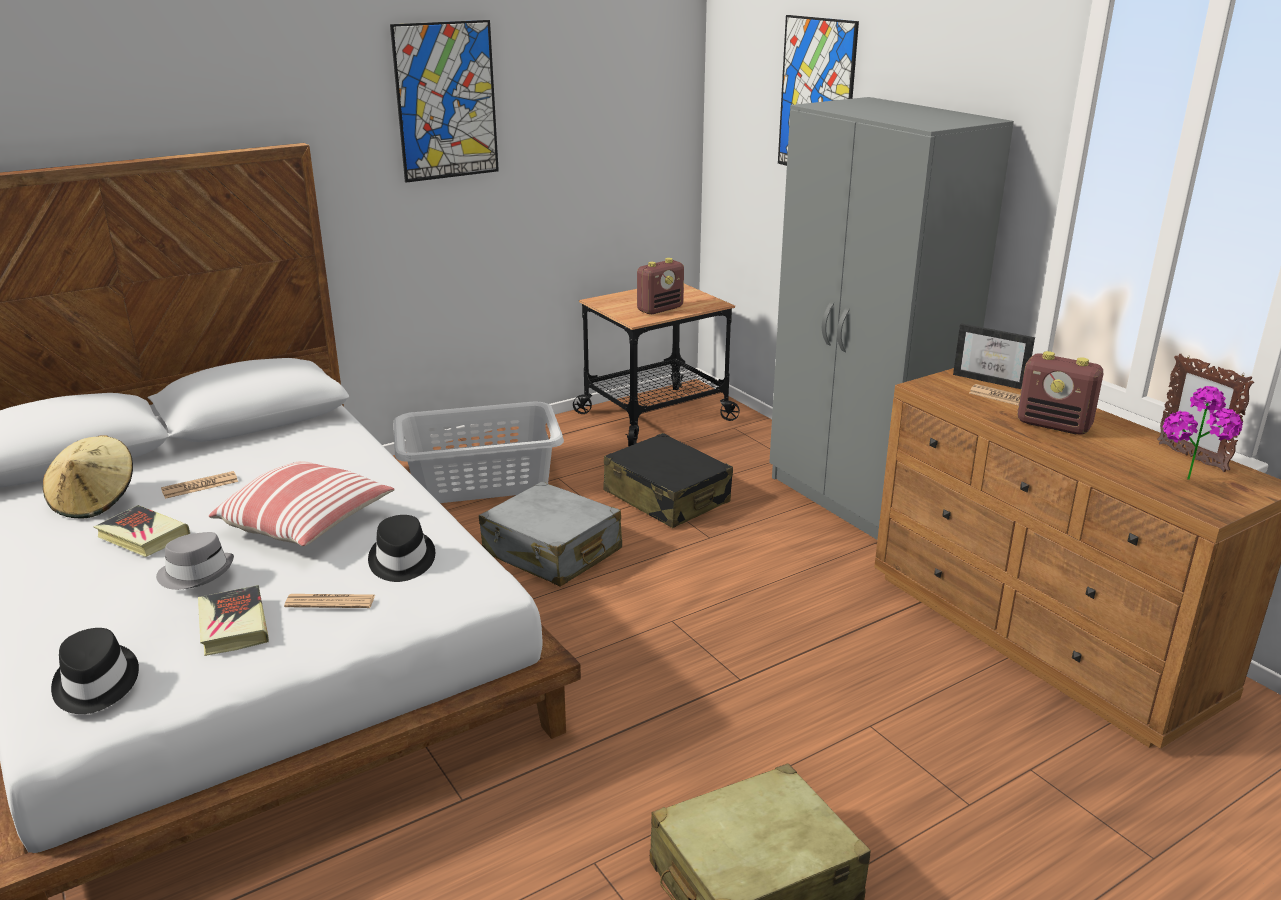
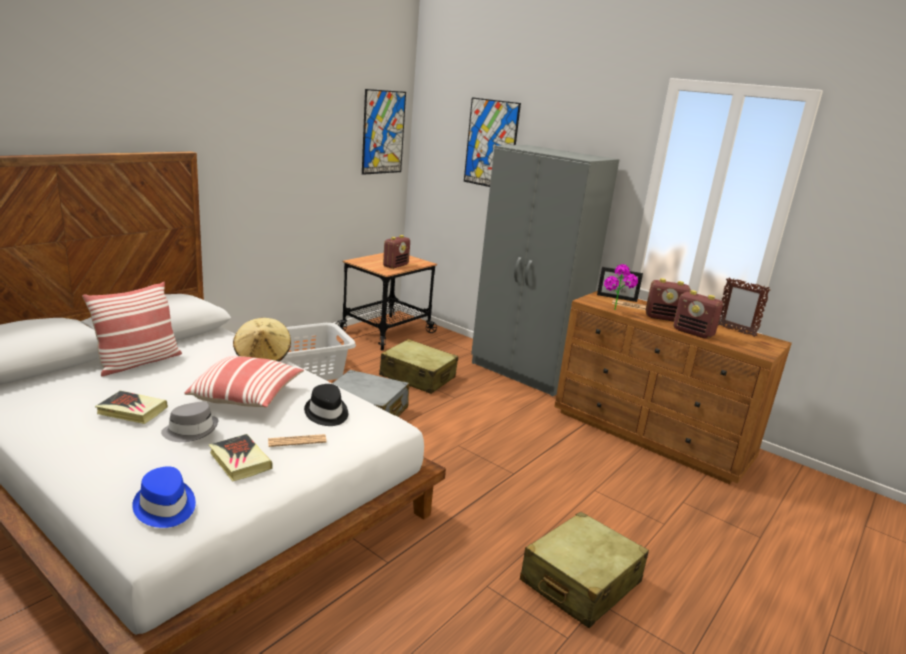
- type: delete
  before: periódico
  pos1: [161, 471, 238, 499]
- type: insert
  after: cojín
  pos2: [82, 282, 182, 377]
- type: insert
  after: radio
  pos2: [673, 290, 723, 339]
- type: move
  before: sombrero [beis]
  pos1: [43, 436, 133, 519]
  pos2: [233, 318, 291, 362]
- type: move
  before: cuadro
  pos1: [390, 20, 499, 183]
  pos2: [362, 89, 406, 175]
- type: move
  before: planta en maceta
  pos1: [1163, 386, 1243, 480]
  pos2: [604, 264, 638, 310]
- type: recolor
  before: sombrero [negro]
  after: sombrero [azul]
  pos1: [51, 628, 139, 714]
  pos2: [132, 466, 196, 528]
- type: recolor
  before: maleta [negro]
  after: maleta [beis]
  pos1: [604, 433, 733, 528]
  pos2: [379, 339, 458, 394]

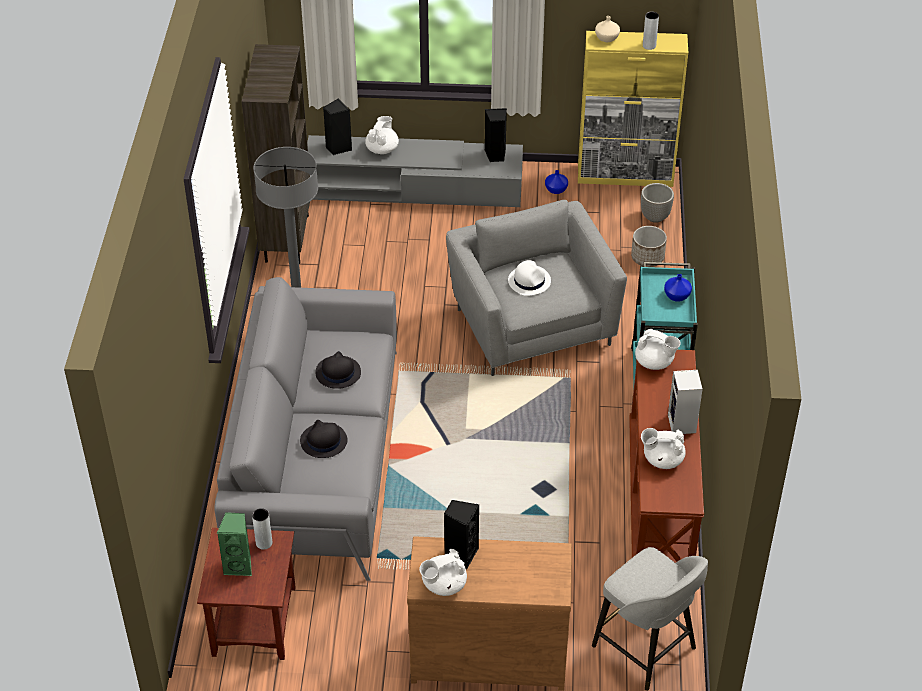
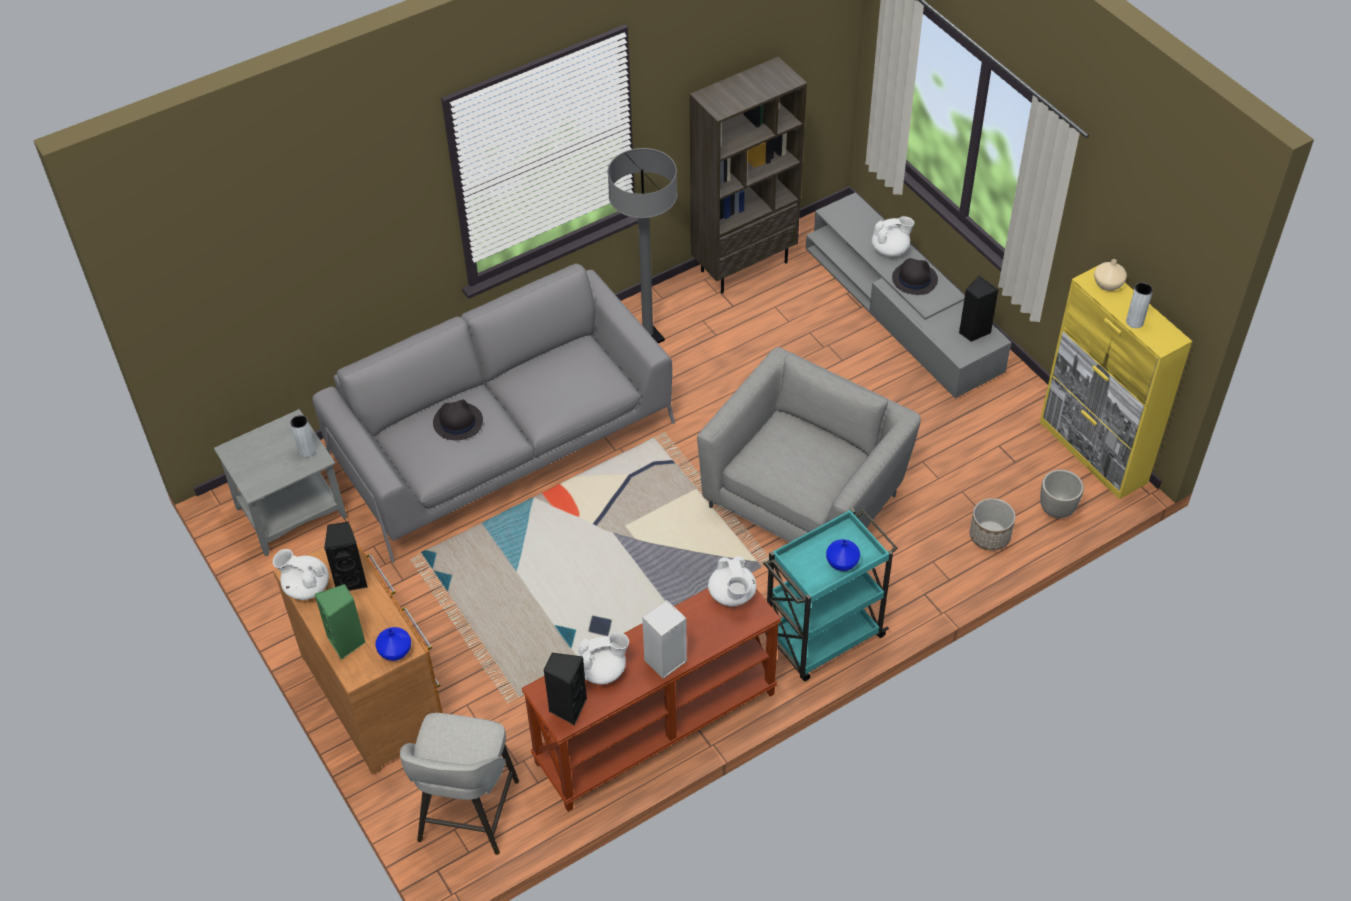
- type: delete
  before: sombrero [blanco]
  pos1: [508, 260, 551, 296]
- type: move
  before: altavoz [verde]
  pos1: [217, 512, 252, 576]
  pos2: [315, 584, 366, 660]
- type: move
  before: sombrero [negro]
  pos1: [316, 351, 361, 389]
  pos2: [892, 258, 938, 295]
- type: move
  before: altavoz [negro]
  pos1: [323, 98, 352, 155]
  pos2: [544, 652, 587, 725]
- type: move
  before: florero [azul]
  pos1: [545, 170, 568, 194]
  pos2: [375, 627, 411, 661]
- type: recolor
  before: mesa auxiliar [marrón]
  after: mesa auxiliar [gris]
  pos1: [197, 528, 296, 660]
  pos2: [214, 409, 347, 556]
- type: rotate
  before: tetera [blanco]
  pos1: [641, 428, 686, 469]
  pos2: [578, 632, 629, 684]
  turn: 105

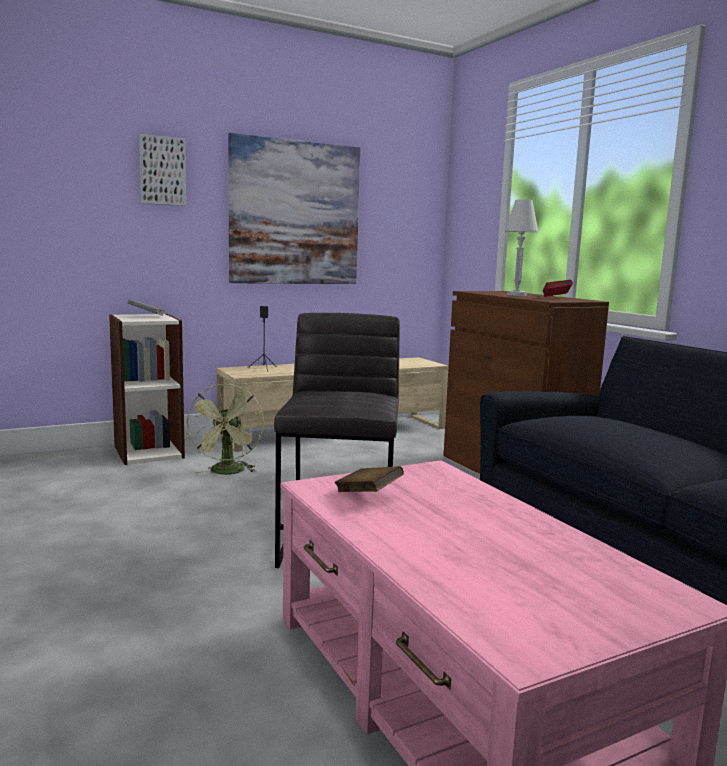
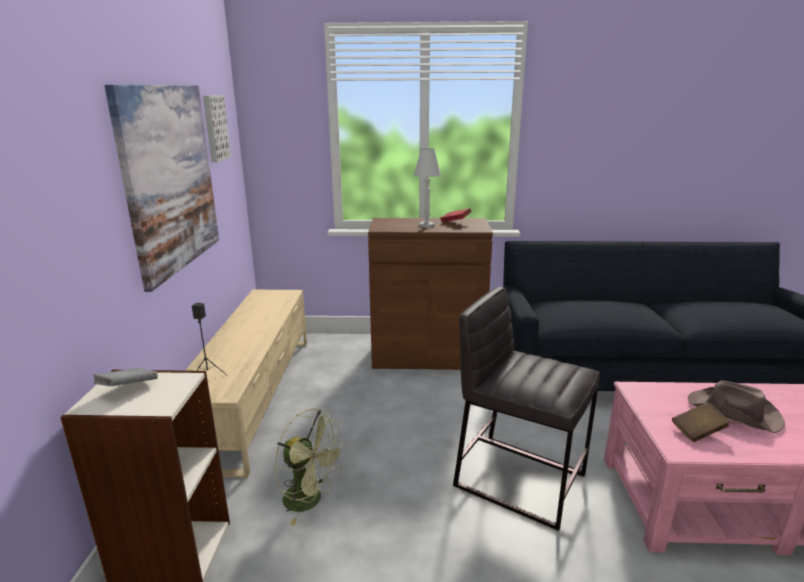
- type: insert
  after: sombrero [marrón]
  pos2: [688, 381, 785, 434]
- type: move
  before: cuadro
  pos1: [139, 134, 186, 206]
  pos2: [203, 95, 231, 162]

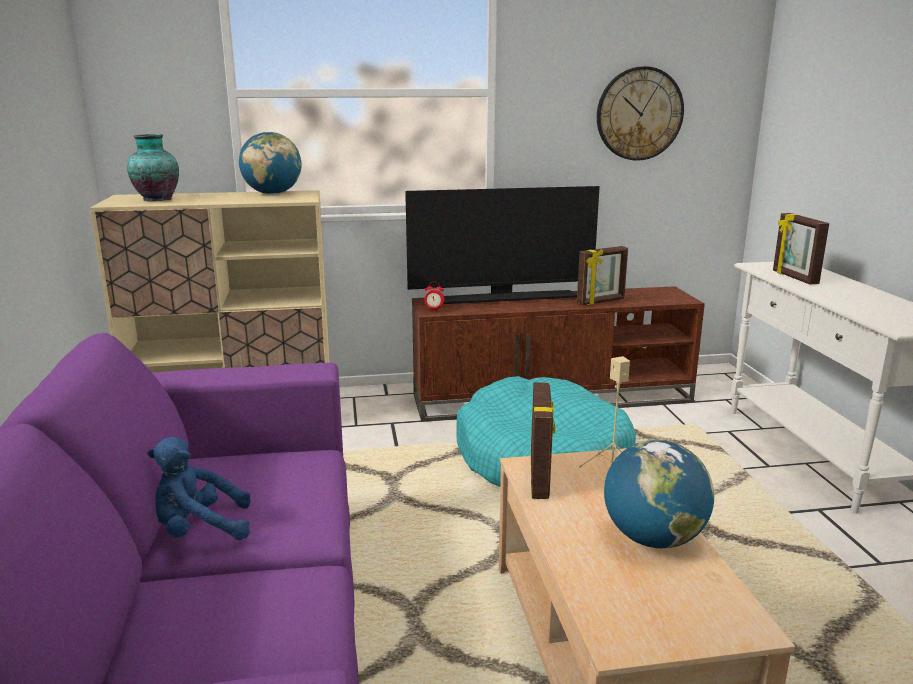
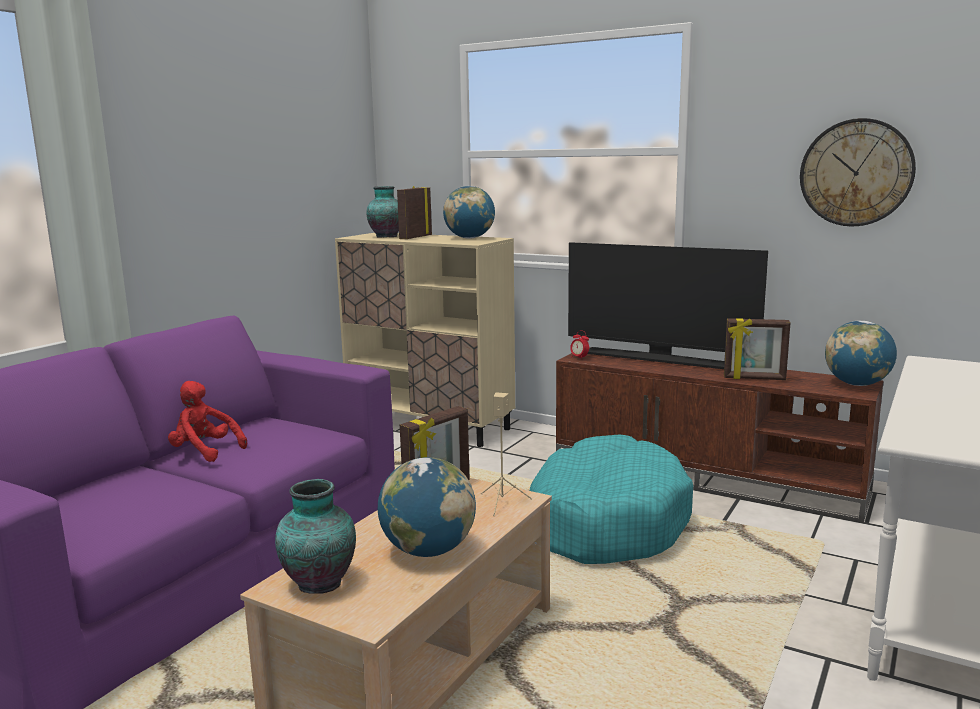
- type: insert
  after: florero
  pos2: [275, 479, 356, 594]
- type: insert
  after: globo terráqueo
  pos2: [825, 321, 897, 386]
- type: move
  before: portarretratos
  pos1: [773, 213, 829, 284]
  pos2: [397, 186, 432, 239]
- type: recolor
  before: peluche [azul]
  after: peluche [rojo]
  pos1: [147, 437, 251, 540]
  pos2: [168, 381, 247, 462]

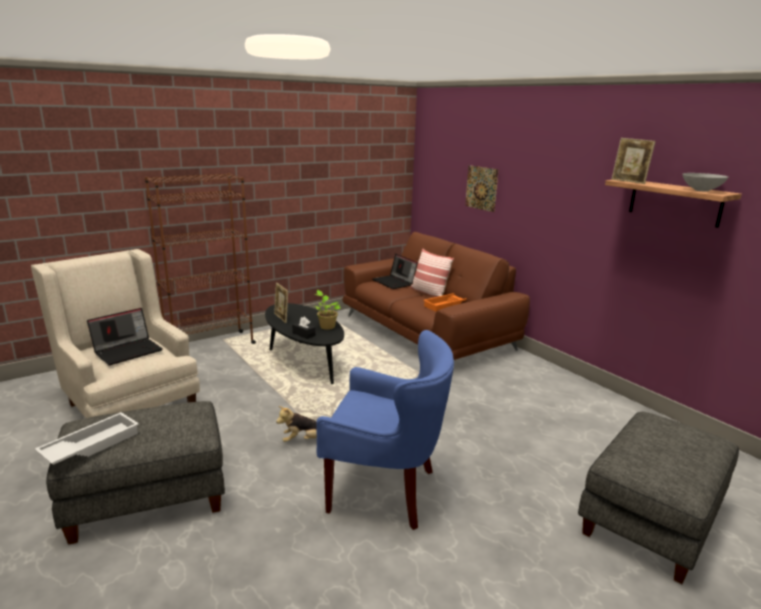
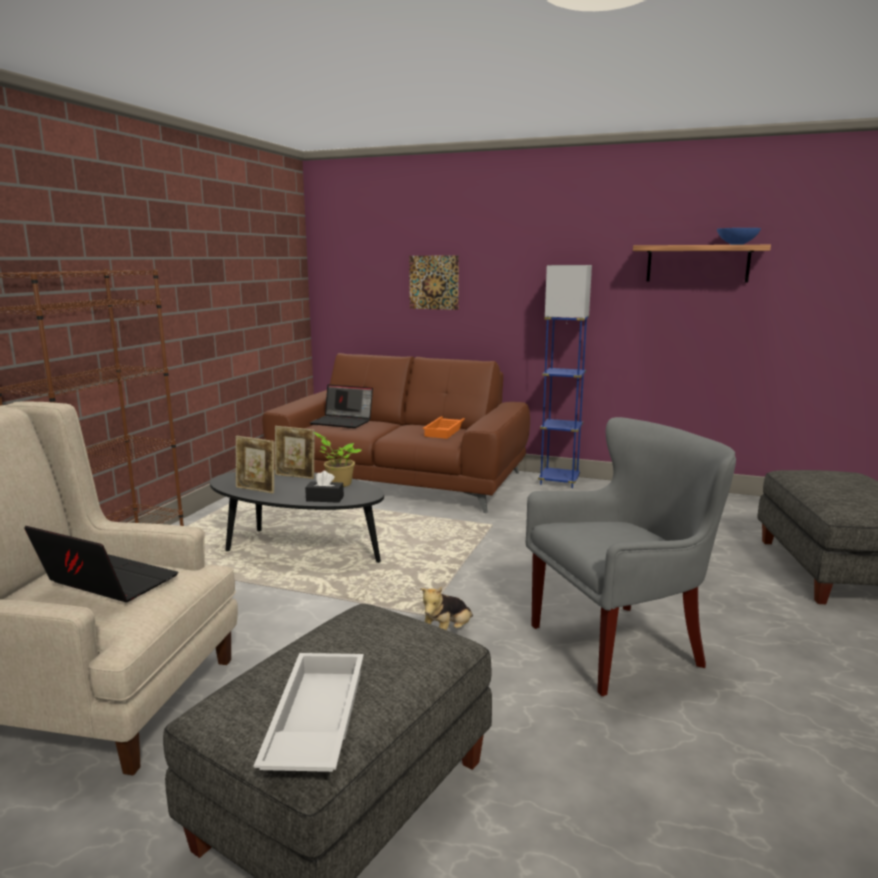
- type: delete
  before: cojín
  pos1: [410, 249, 454, 297]
- type: insert
  after: lámpara de pie [azul]
  pos2: [538, 265, 592, 488]
- type: move
  before: portarretratos
  pos1: [611, 138, 656, 184]
  pos2: [275, 426, 315, 479]
- type: recolor
  before: sillón [azul]
  after: sillón [gris]
  pos1: [316, 330, 454, 530]
  pos2: [526, 417, 736, 696]
- type: recolor
  before: cuenco [gris]
  after: cuenco [azul]
  pos1: [682, 173, 728, 192]
  pos2: [717, 228, 761, 245]
- type: rotate
  before: portátil
  pos1: [87, 308, 163, 365]
  pos2: [24, 526, 178, 602]
  turn: -75

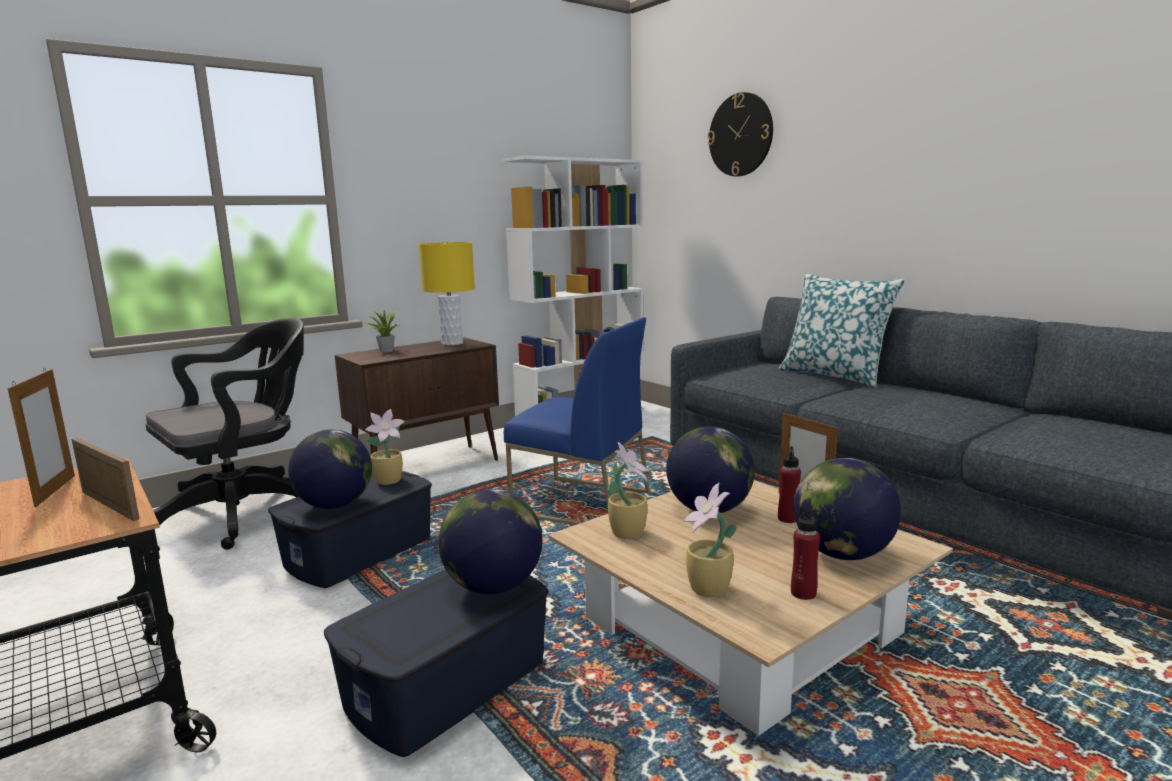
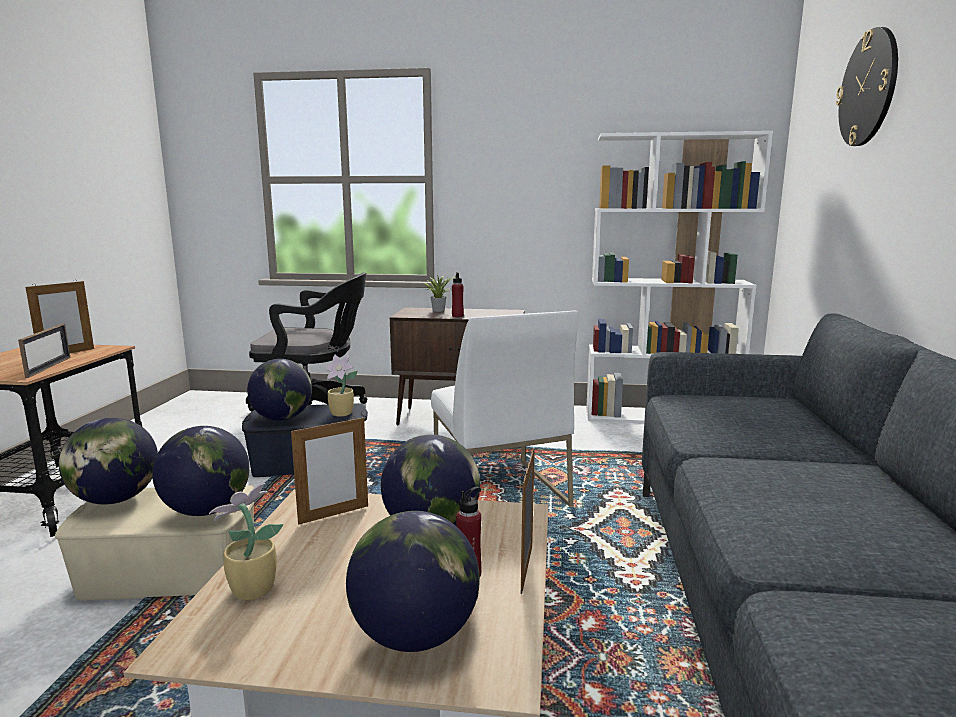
- type: delete
  before: lámpara de mesa [amarillo]
  pos1: [419, 242, 475, 345]
- type: delete
  before: cojín
  pos1: [779, 274, 905, 388]
- type: insert
  after: globo terráqueo
  pos2: [59, 418, 158, 504]
- type: move
  before: botella [rojo]
  pos1: [791, 507, 822, 600]
  pos2: [452, 272, 464, 317]
- type: replace
  before: planta en maceta
  after: portarretratos
  pos1: [607, 441, 648, 539]
  pos2: [291, 416, 368, 525]
- type: recolor
  before: caja de almacenaje [azul]
  after: caja de almacenaje [beis]
  pos1: [324, 569, 549, 757]
  pos2: [55, 485, 255, 600]
- type: recolor
  before: silla [azul]
  after: silla [blanco]
  pos1: [504, 317, 649, 525]
  pos2: [431, 310, 578, 507]

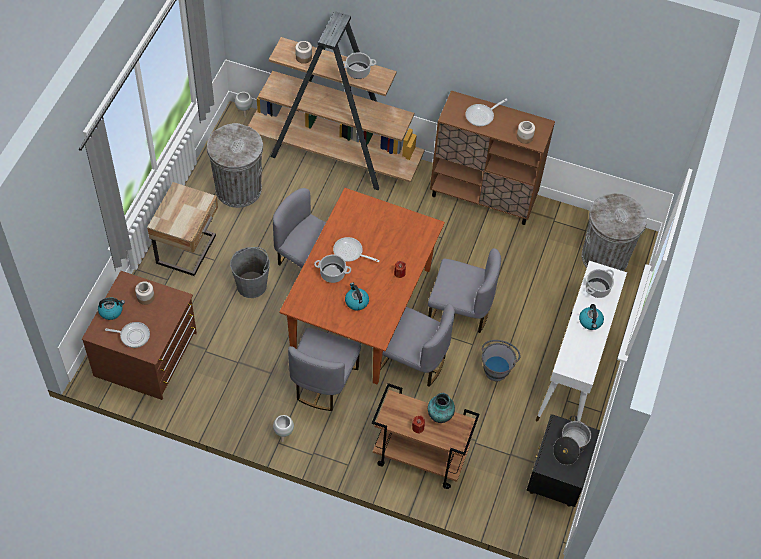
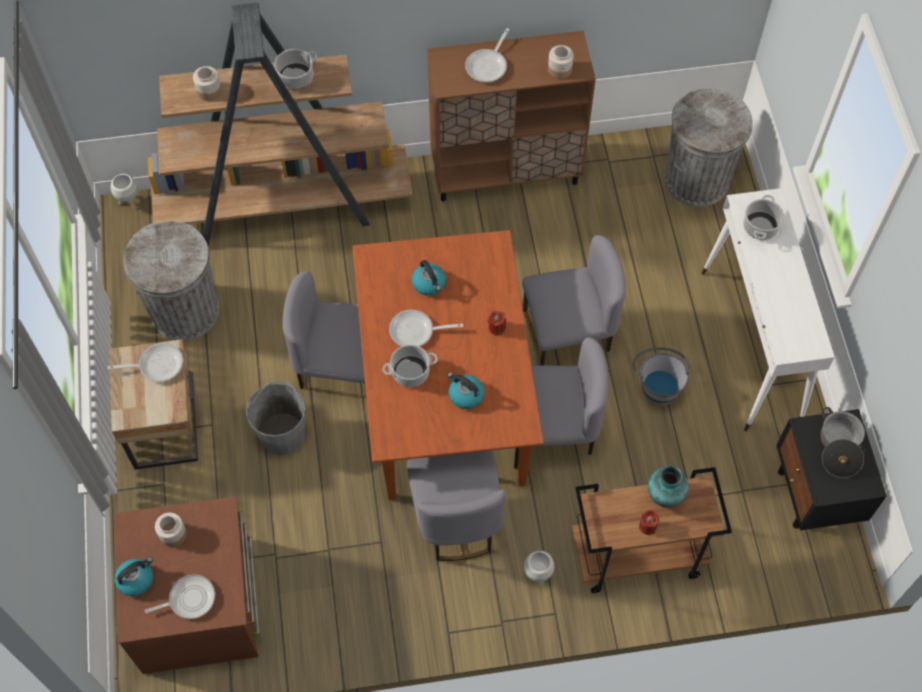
- type: insert
  after: sartén
  pos2: [108, 343, 183, 382]
- type: move
  before: maceta [blanco]
  pos1: [273, 415, 294, 442]
  pos2: [524, 550, 554, 587]
- type: move
  before: hervidor
  pos1: [579, 304, 604, 330]
  pos2: [412, 260, 446, 296]

